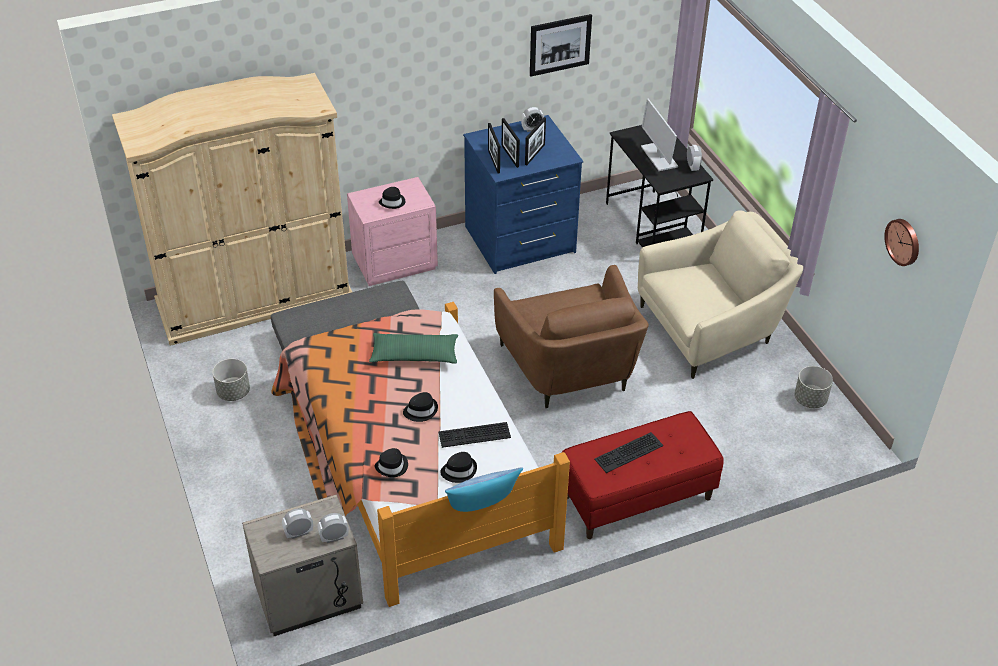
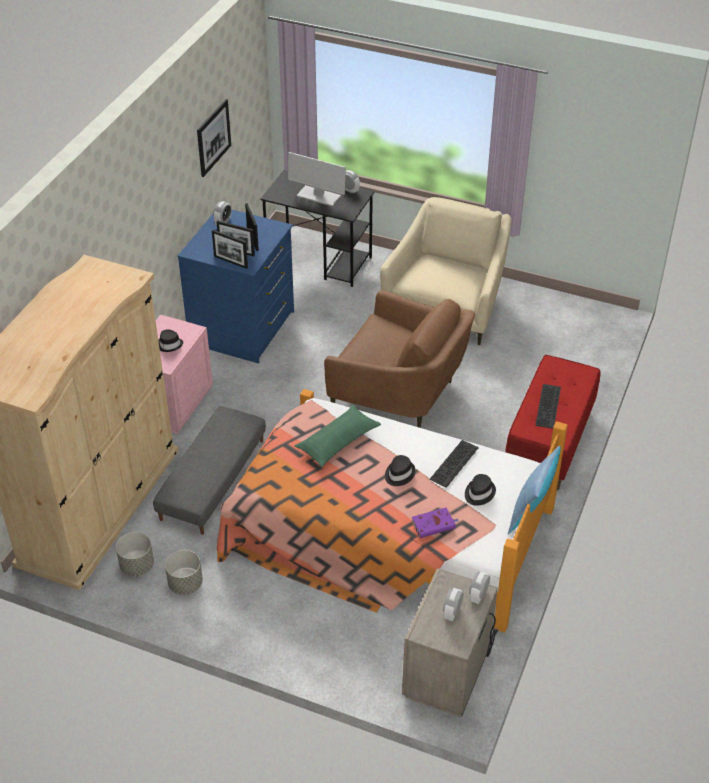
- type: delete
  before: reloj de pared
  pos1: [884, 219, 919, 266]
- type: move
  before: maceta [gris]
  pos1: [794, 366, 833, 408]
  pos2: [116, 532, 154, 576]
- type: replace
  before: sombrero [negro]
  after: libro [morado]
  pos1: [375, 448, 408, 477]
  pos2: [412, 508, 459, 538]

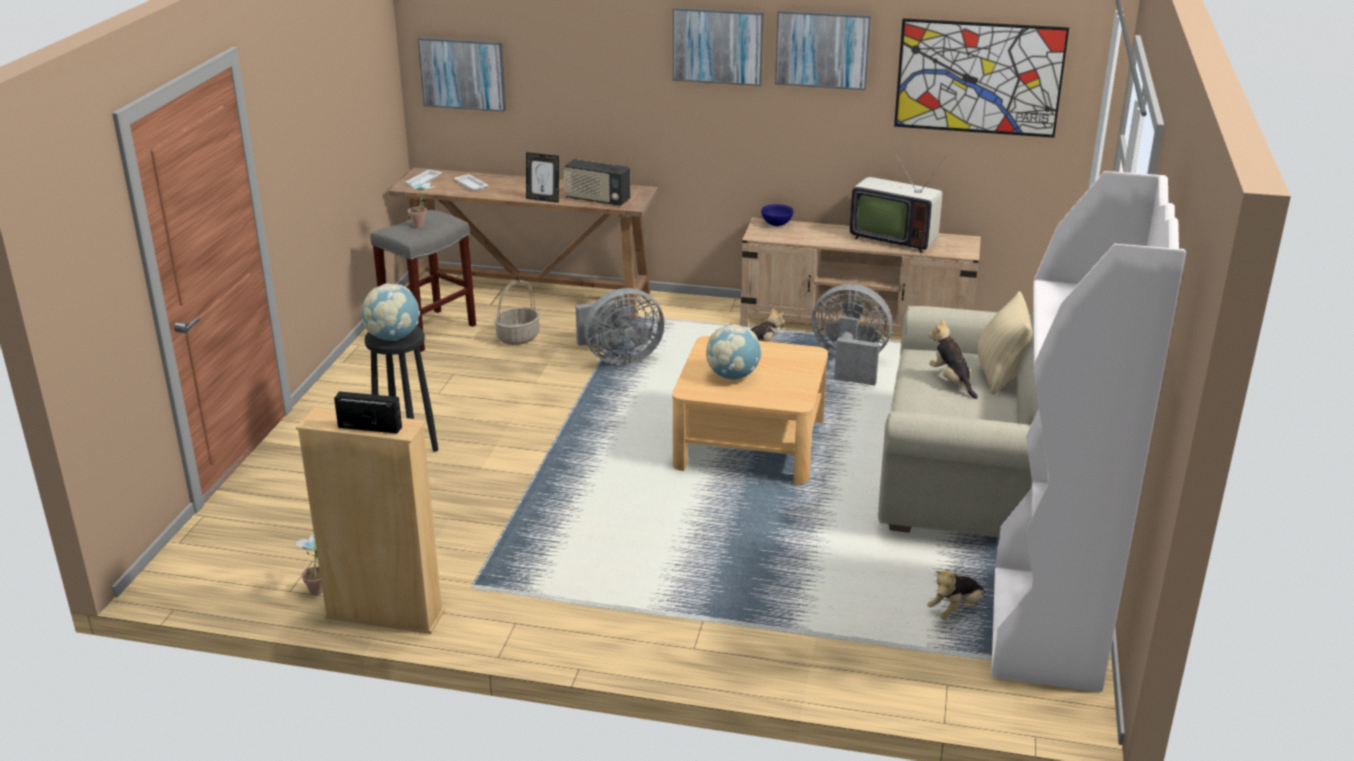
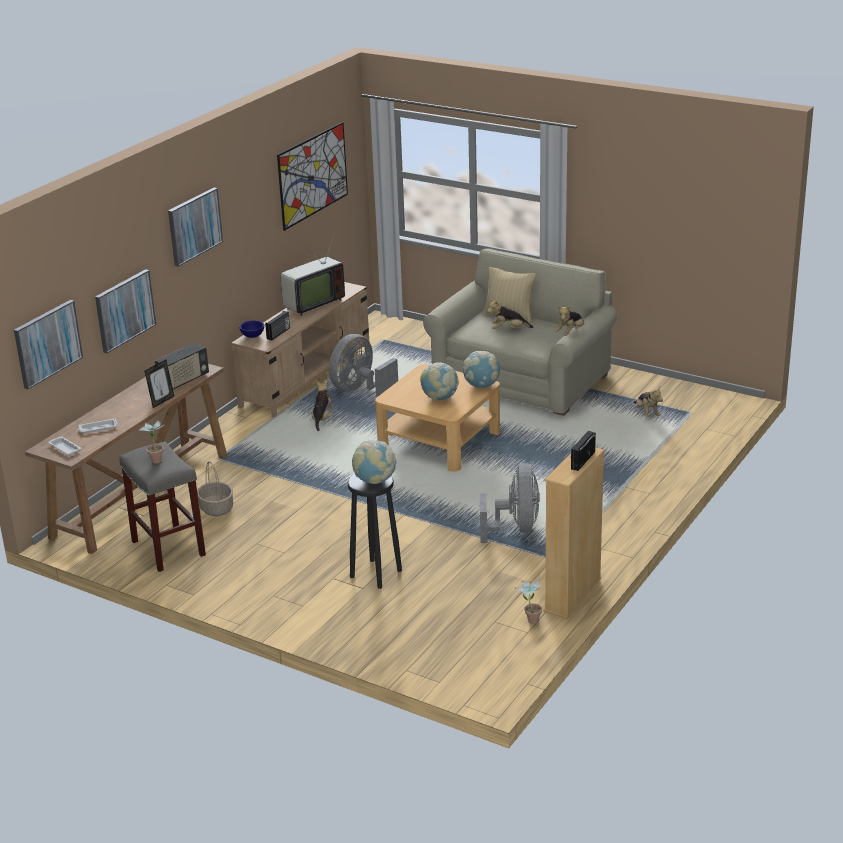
- type: delete
  before: estantería [blanco]
  pos1: [991, 171, 1186, 692]
- type: insert
  after: radio
  pos2: [265, 311, 290, 340]
- type: insert
  after: globo terráqueo
  pos2: [463, 351, 500, 388]
- type: insert
  after: peluche
  pos2: [555, 305, 584, 336]
- type: move
  before: ventilador [gris]
  pos1: [576, 288, 664, 365]
  pos2: [480, 463, 540, 543]
- type: move
  before: cuadro
  pos1: [775, 10, 871, 90]
  pos2: [95, 269, 156, 353]

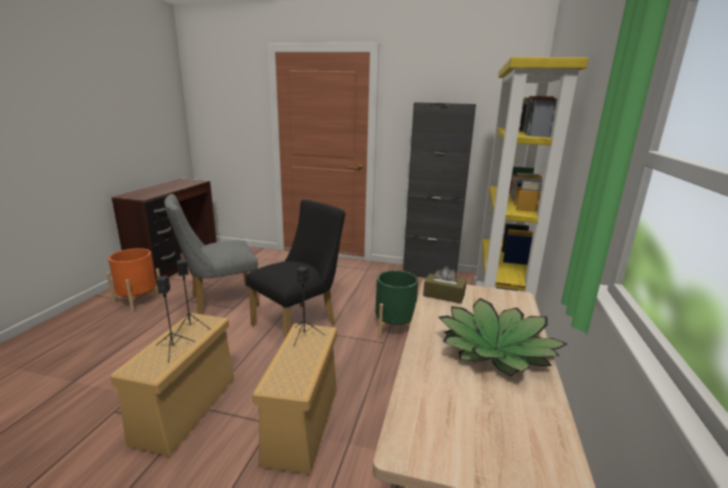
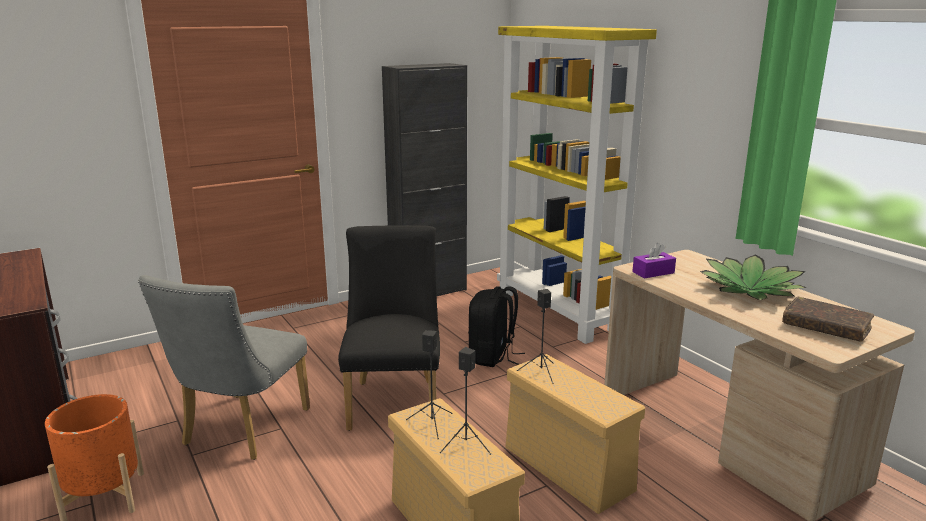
- type: insert
  after: libro [marrón]
  pos2: [782, 297, 874, 342]
- type: replace
  before: maceta [verde]
  after: mochila [negro]
  pos1: [375, 270, 418, 339]
  pos2: [468, 286, 525, 367]
- type: recolor
  before: caja de pañuelos [marrón]
  after: caja de pañuelos [morado]
  pos1: [423, 266, 466, 304]
  pos2: [632, 243, 676, 279]

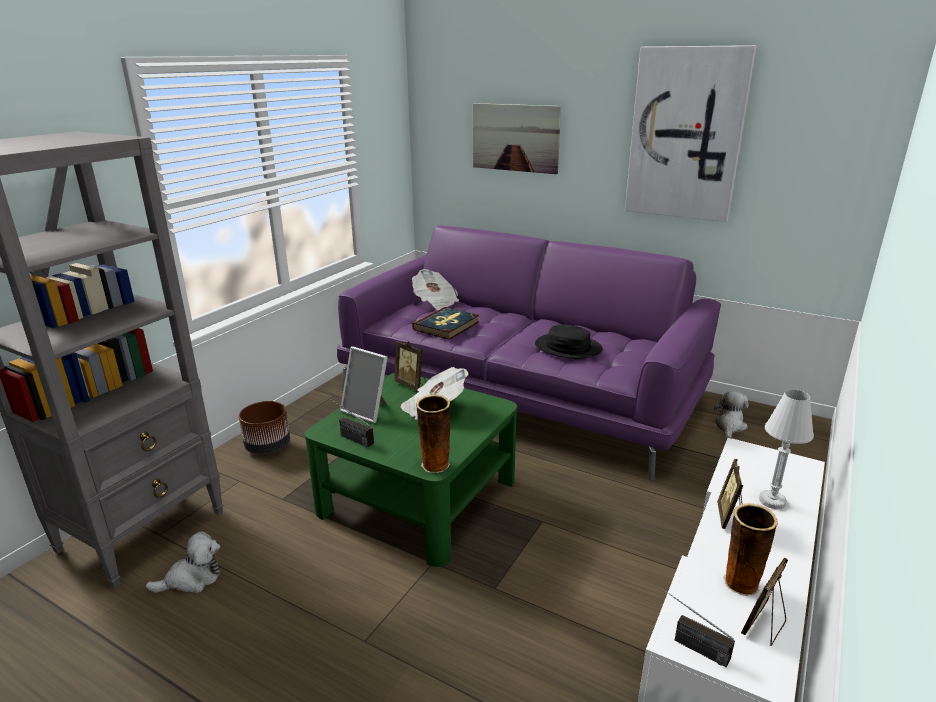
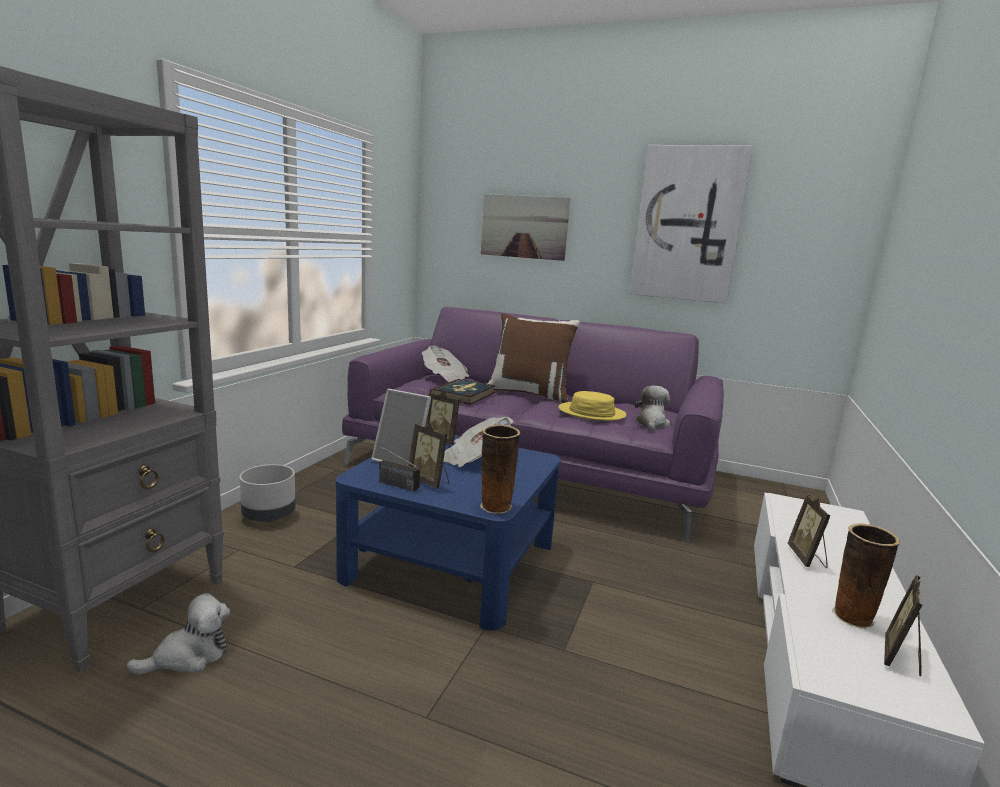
- type: delete
  before: radio
  pos1: [660, 587, 735, 668]
- type: delete
  before: lámpara de mesa [blanco]
  pos1: [759, 390, 814, 509]
- type: insert
  after: portarretratos
  pos2: [409, 423, 449, 489]
- type: insert
  after: cojín [marrón]
  pos2: [488, 313, 580, 403]
- type: move
  before: peluche
  pos1: [714, 391, 749, 439]
  pos2: [635, 386, 670, 431]
- type: recolor
  before: maceta [marrón]
  after: maceta [gris]
  pos1: [239, 401, 290, 454]
  pos2: [239, 464, 296, 522]
- type: recolor
  before: mesa de centro [verde]
  after: mesa de centro [azul]
  pos1: [305, 373, 517, 567]
  pos2: [336, 436, 560, 631]
- type: recolor
  before: sombrero [negro]
  after: sombrero [amarillo]
  pos1: [535, 325, 603, 359]
  pos2: [558, 391, 626, 421]

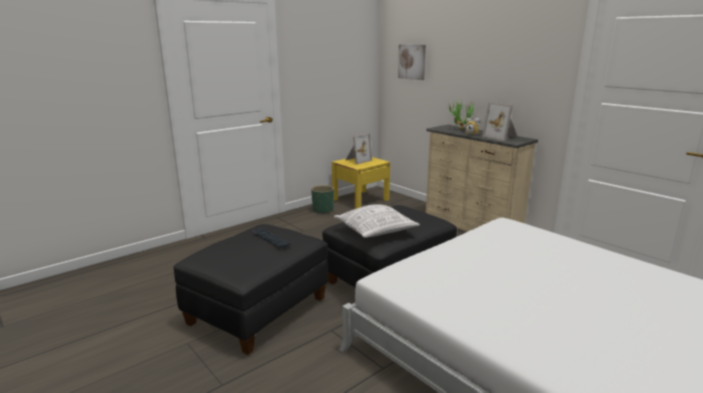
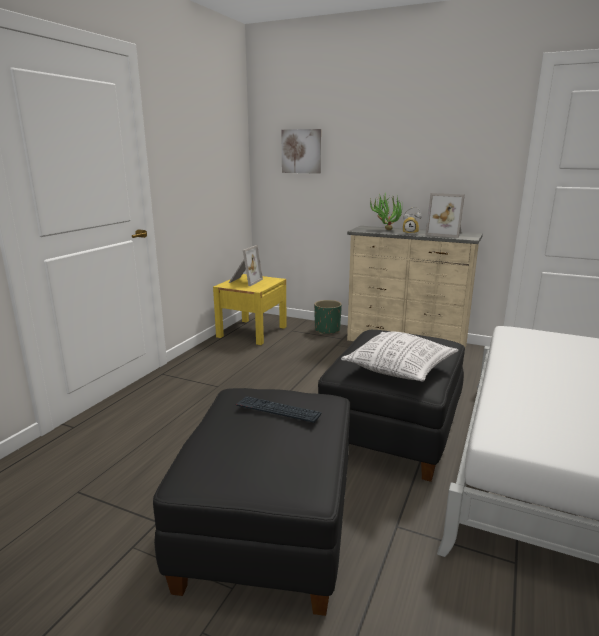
- type: move
  before: maceta [verde]
  pos1: [311, 185, 334, 214]
  pos2: [314, 300, 342, 334]

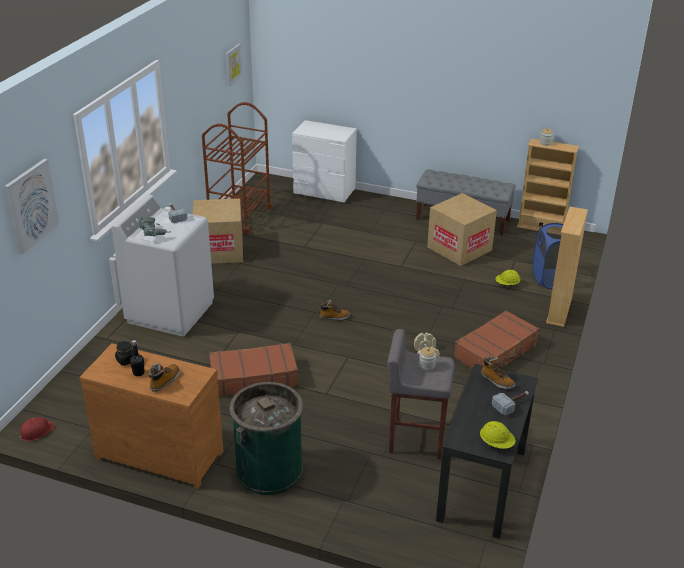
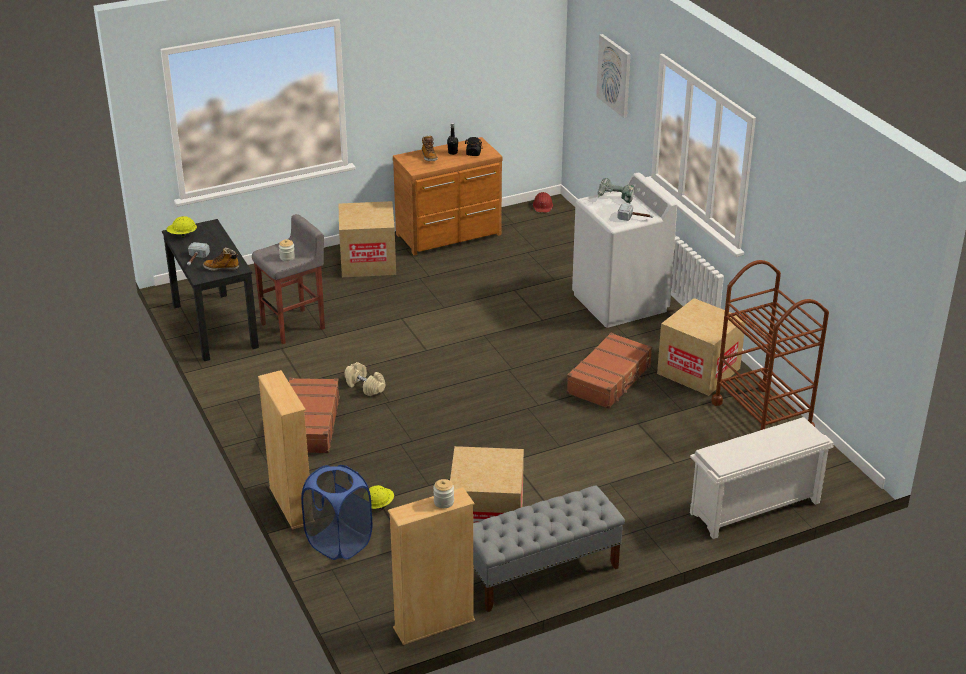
- type: delete
  before: cuadro
  pos1: [226, 44, 242, 86]
- type: delete
  before: bota
  pos1: [319, 300, 350, 321]
- type: move
  before: maleta [marrón]
  pos1: [209, 343, 298, 396]
  pos2: [566, 333, 652, 409]
- type: replace
  before: papelera [verde]
  after: caja de cartón
  pos1: [230, 382, 303, 495]
  pos2: [339, 201, 396, 277]
- type: replace
  before: cómoda [blanco]
  after: zapatero [blanco]
  pos1: [292, 120, 357, 203]
  pos2: [690, 417, 834, 539]

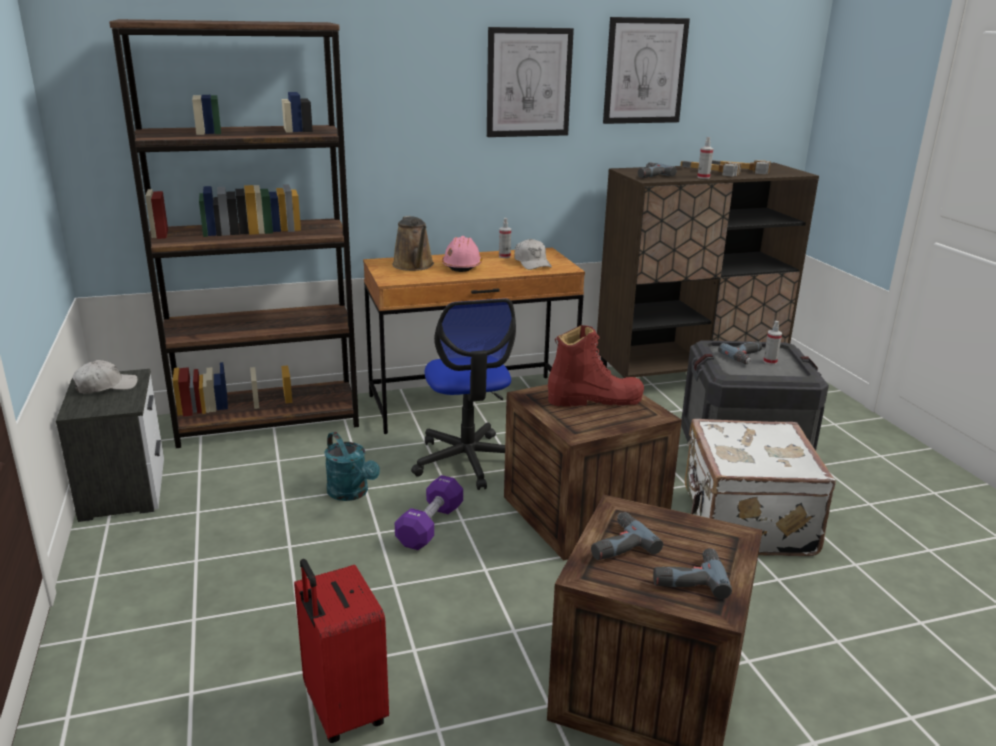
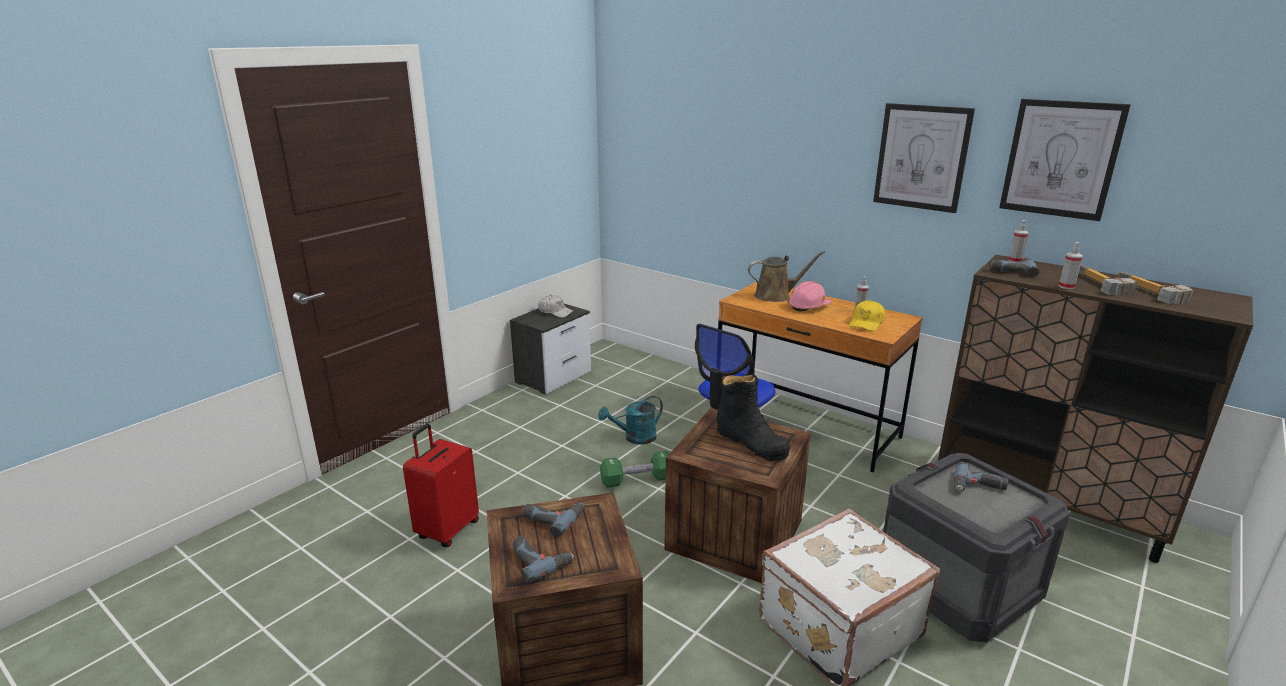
- type: delete
  before: estantería [marrón]
  pos1: [109, 19, 359, 448]
- type: move
  before: pulverizador
  pos1: [763, 321, 782, 365]
  pos2: [1008, 220, 1029, 263]
- type: recolor
  before: mancuerna [morado]
  after: mancuerna [verde]
  pos1: [395, 475, 463, 550]
  pos2: [600, 451, 669, 488]
- type: recolor
  before: gorra [blanco]
  after: gorra [amarillo]
  pos1: [514, 239, 552, 270]
  pos2: [849, 300, 885, 331]
- type: recolor
  before: bota [rojo]
  after: bota [negro]
  pos1: [548, 325, 644, 407]
  pos2: [717, 374, 790, 461]
- type: rotate
  before: regadera [turquesa]
  pos1: [324, 432, 380, 501]
  pos2: [598, 396, 663, 445]
  turn: 45
- type: rotate
  before: regadera [marrón]
  pos1: [392, 216, 434, 271]
  pos2: [748, 251, 825, 302]
  turn: -135

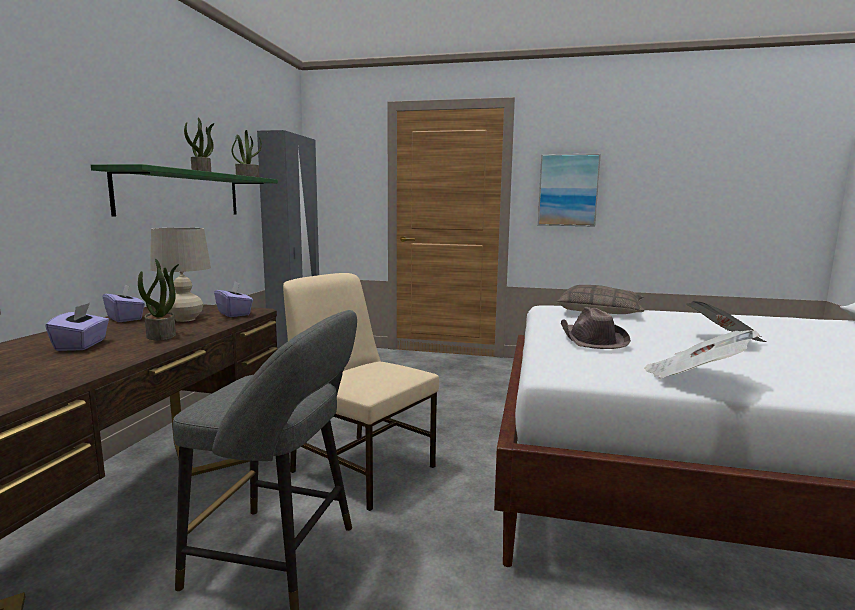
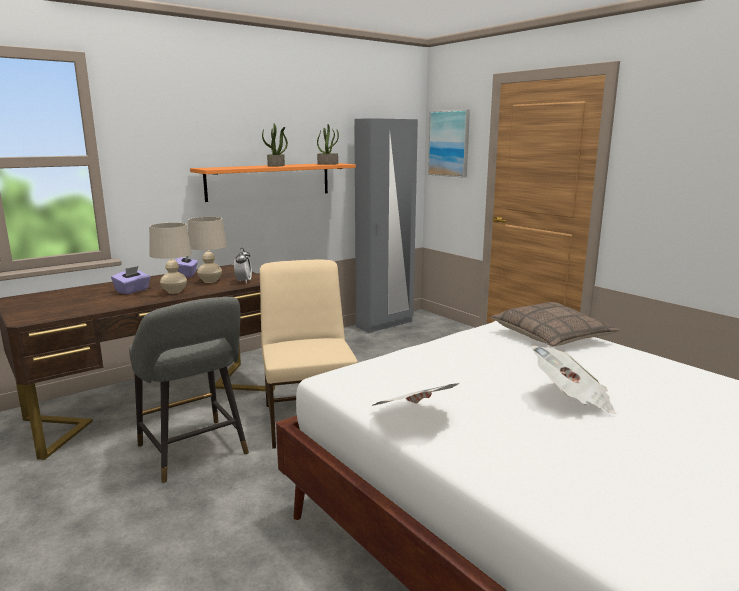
- type: delete
  before: sombrero [marrón]
  pos1: [561, 307, 631, 349]
- type: move
  before: cuadro
  pos1: [538, 154, 601, 227]
  pos2: [428, 110, 470, 178]
- type: replace
  before: planta en maceta
  after: lámpara de mesa [beis]
  pos1: [138, 259, 179, 341]
  pos2: [149, 223, 192, 294]
- type: replace
  before: caja de pañuelos [morado]
  after: despertador
  pos1: [214, 282, 253, 317]
  pos2: [234, 248, 252, 284]
- type: recolor
  before: estante [verde]
  after: estante [naranja]
  pos1: [91, 164, 278, 216]
  pos2: [190, 163, 356, 202]

